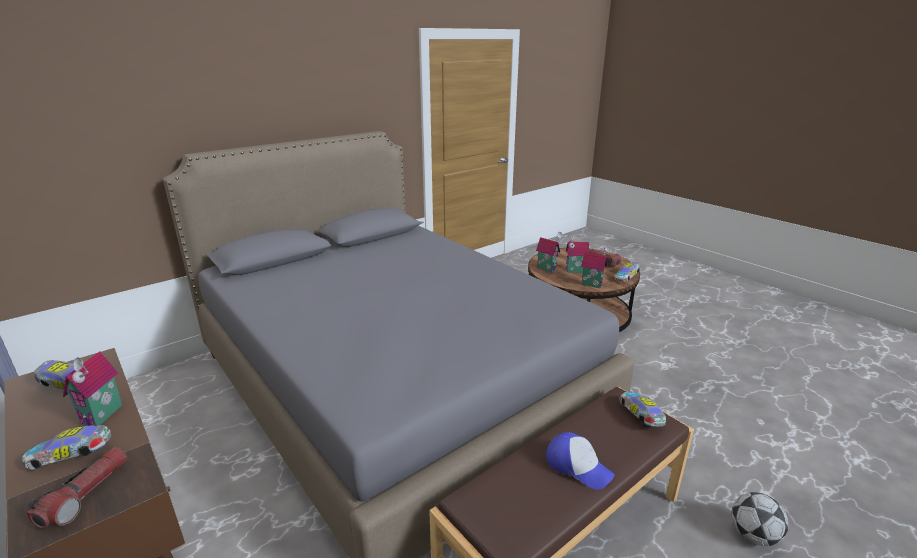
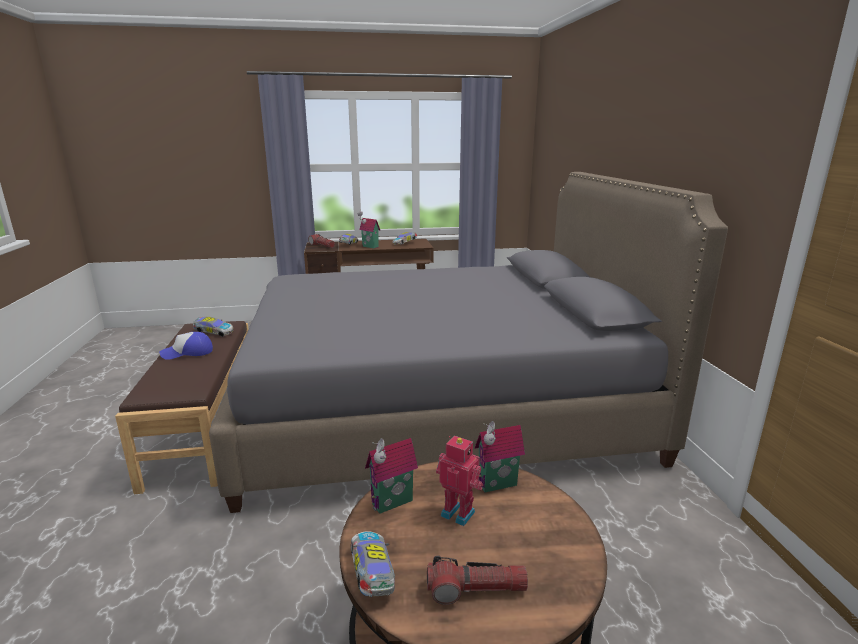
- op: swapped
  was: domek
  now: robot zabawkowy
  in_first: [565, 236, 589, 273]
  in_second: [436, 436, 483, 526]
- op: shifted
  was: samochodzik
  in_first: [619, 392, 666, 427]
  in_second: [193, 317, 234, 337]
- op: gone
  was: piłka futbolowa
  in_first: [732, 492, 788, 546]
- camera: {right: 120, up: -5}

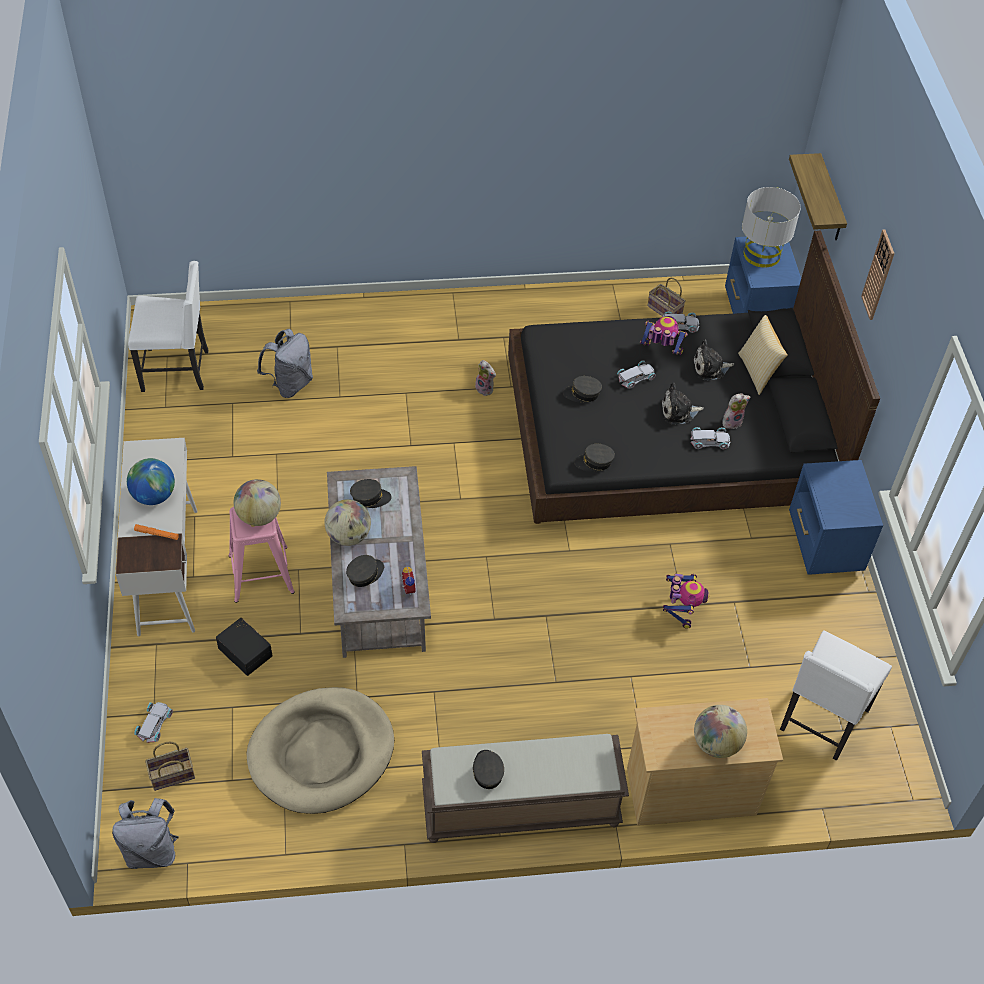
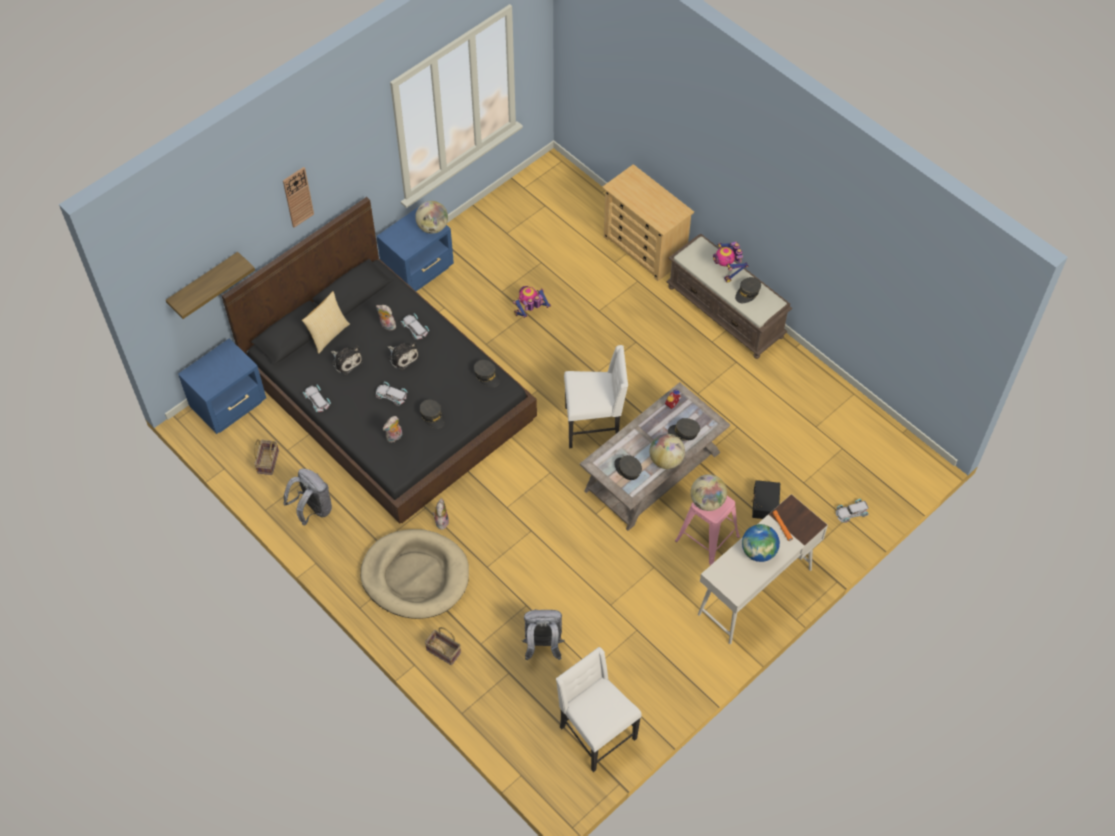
- op: gone
  was: lampa stołowa [szary]
  in_first: [742, 187, 801, 268]
- op: shifted
  was: robot zabawkowy
  in_first: [640, 316, 688, 355]
  in_second: [713, 242, 748, 283]
- op: shifted
  was: krzesło [biały]
  in_first: [780, 630, 892, 761]
  in_second: [564, 345, 628, 448]
- op: shifted
  was: legowisko [beżowy]
  in_first: [247, 687, 394, 814]
  in_second: [360, 529, 469, 619]
- op: shifted
  was: globus
  in_first: [694, 705, 747, 758]
  in_second: [415, 201, 448, 234]
- op: shifted
  was: koszyk
  in_first: [145, 742, 195, 791]
  in_second: [425, 627, 461, 665]
- op: shifted
  was: plecak [szary]
  in_first: [112, 798, 179, 869]
  in_second: [283, 469, 332, 526]
- op: new
  now: pluszak
  in_second: [383, 416, 402, 442]
- camera: {right: -125, up: 5}

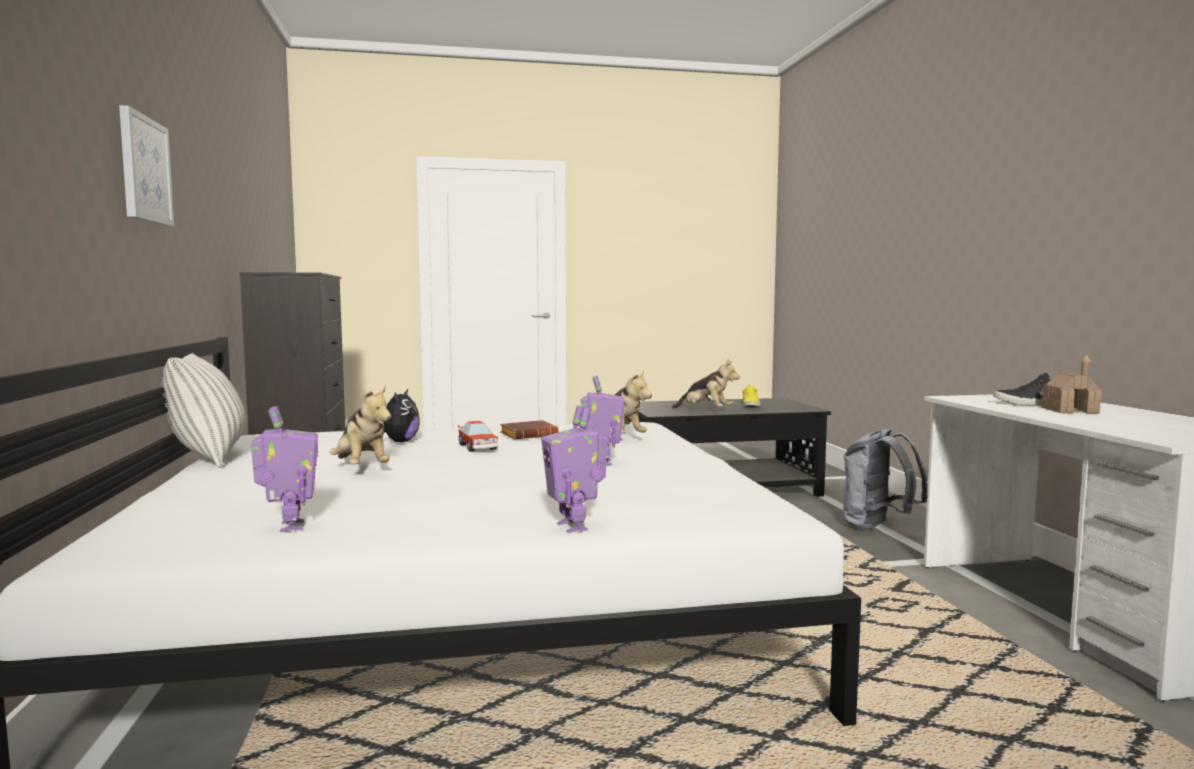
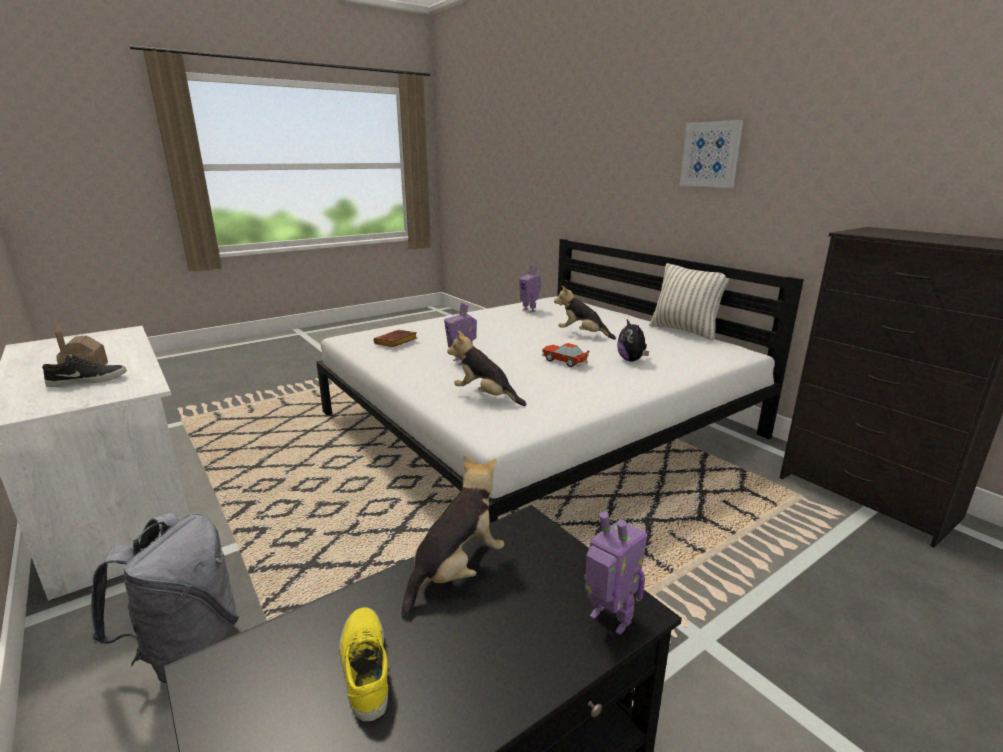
- op: rotated
  was: pluszak
  in_first: [672, 359, 740, 409]
  in_second: [402, 455, 504, 619]
  clockwise: 120
- op: shifted
  was: robot zabawkowy
  in_first: [541, 405, 607, 533]
  in_second: [584, 511, 648, 635]
- op: shifted
  was: książka [brązowy]
  in_first: [500, 420, 558, 439]
  in_second: [374, 330, 417, 347]
- camera: {right: 155, up: 15}

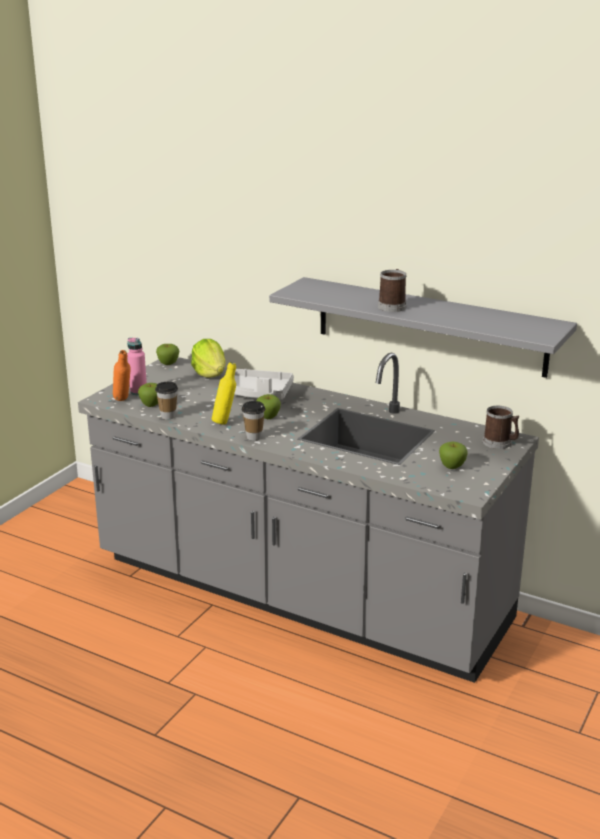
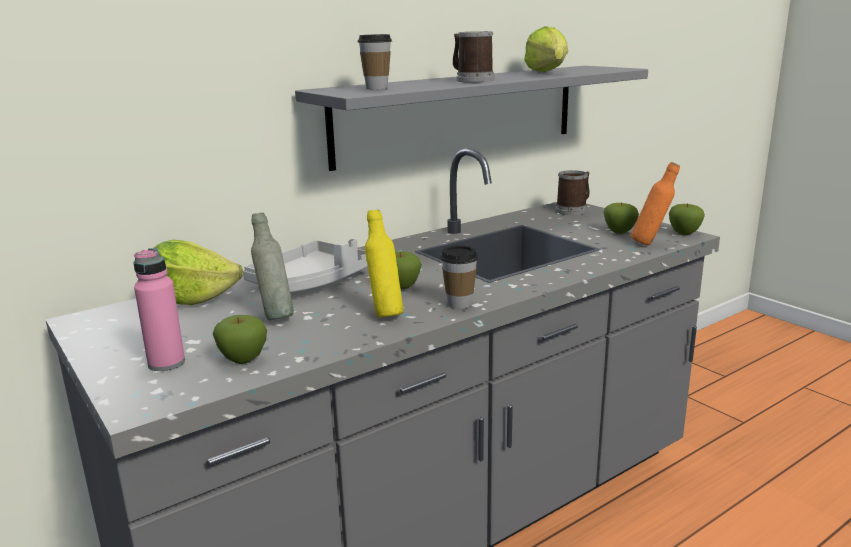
- op: shifted
  was: jabłko
  in_first: [156, 344, 179, 365]
  in_second: [669, 203, 705, 235]
- op: shifted
  was: butelka [pomarańczowy]
  in_first: [113, 350, 131, 401]
  in_second: [631, 162, 680, 245]
- op: shifted
  was: filiżanka
  in_first: [155, 382, 178, 419]
  in_second: [357, 34, 392, 89]
- op: new
  now: sałata
  in_second: [524, 26, 568, 72]
- op: new
  now: butelka [szary]
  in_second: [251, 213, 294, 321]
- camera: {right: -65, up: -5}

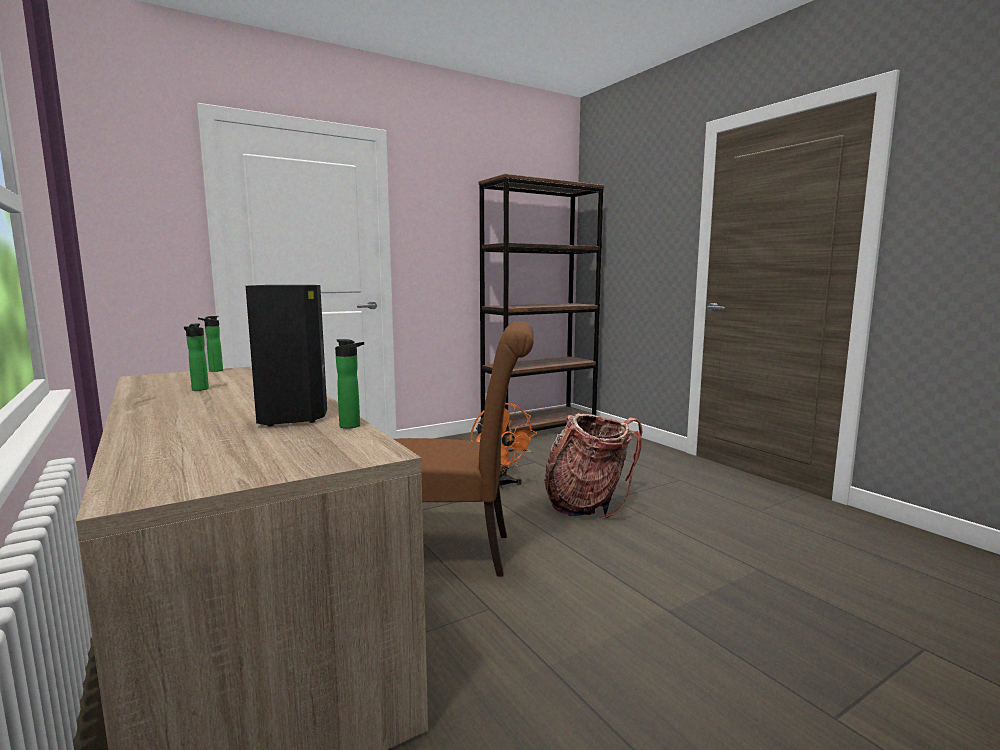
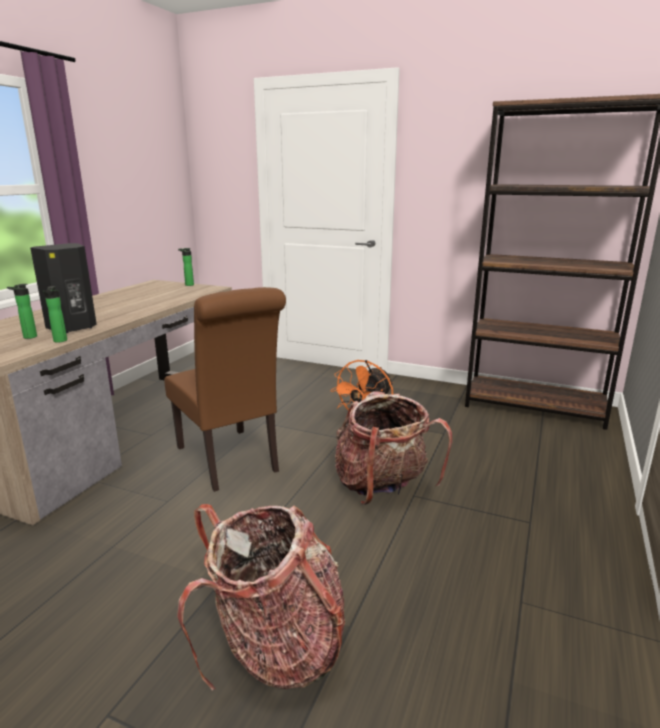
- op: shifted
  was: butelka
  in_first: [184, 323, 209, 391]
  in_second: [7, 284, 37, 339]
- op: new
  now: plecak
  in_second: [177, 504, 345, 691]
- camera: {right: 55, up: 10}

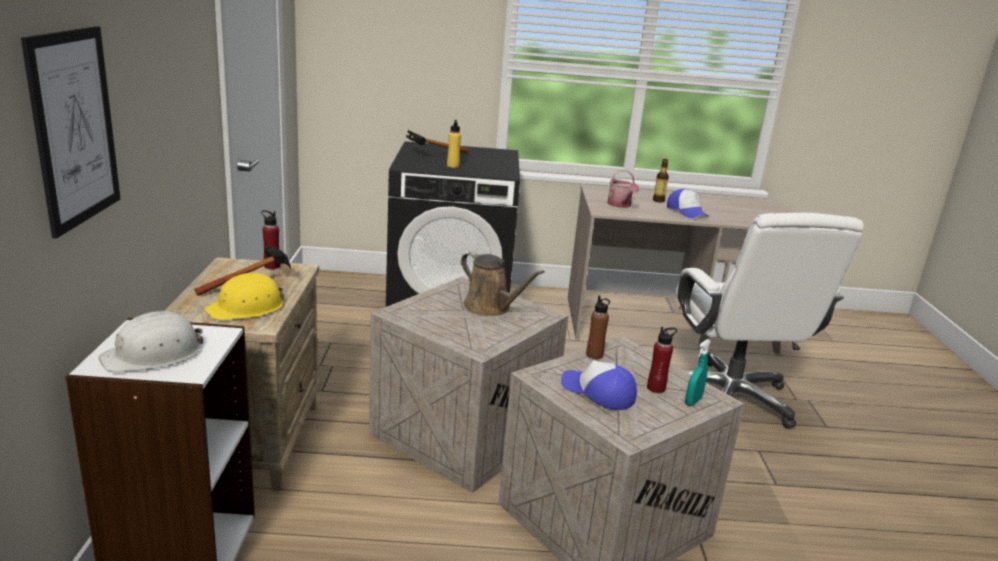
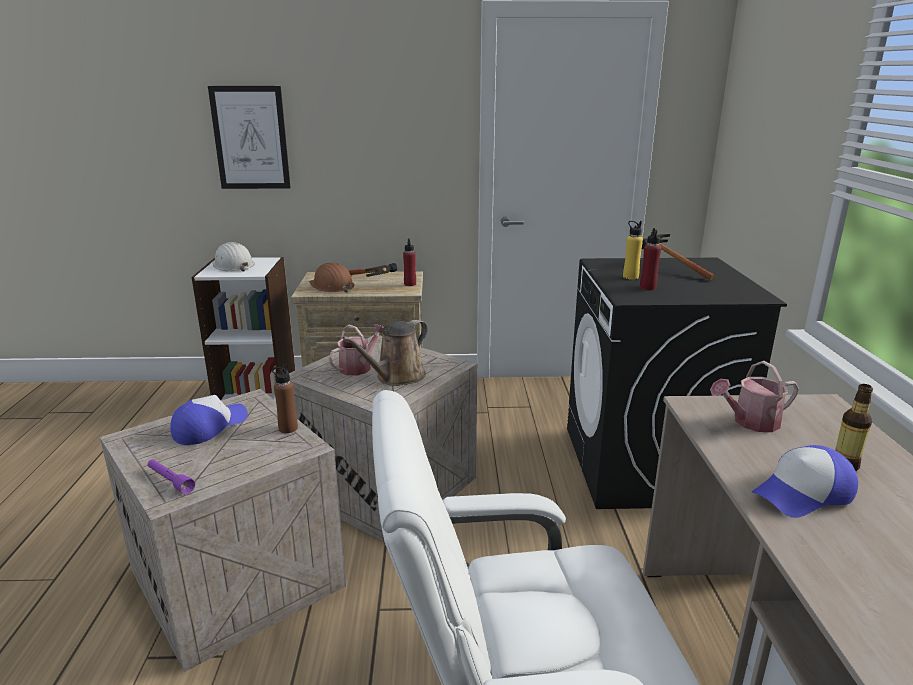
- op: repainted
  was: kask [żółty]
  now: kask [brązowy]
  in_first: [205, 272, 284, 320]
  in_second: [309, 262, 355, 293]
- op: shifted
  was: butelka [czerwony]
  in_first: [647, 327, 677, 393]
  in_second: [640, 228, 661, 290]
- op: swapped
  was: spryskiwacz [turkusowy]
  now: latarka [fioletowy]
  in_first: [685, 339, 711, 406]
  in_second: [148, 460, 195, 494]
- op: new
  now: konewka
  in_second: [329, 324, 384, 376]
- camera: {right: 90, up: 0}

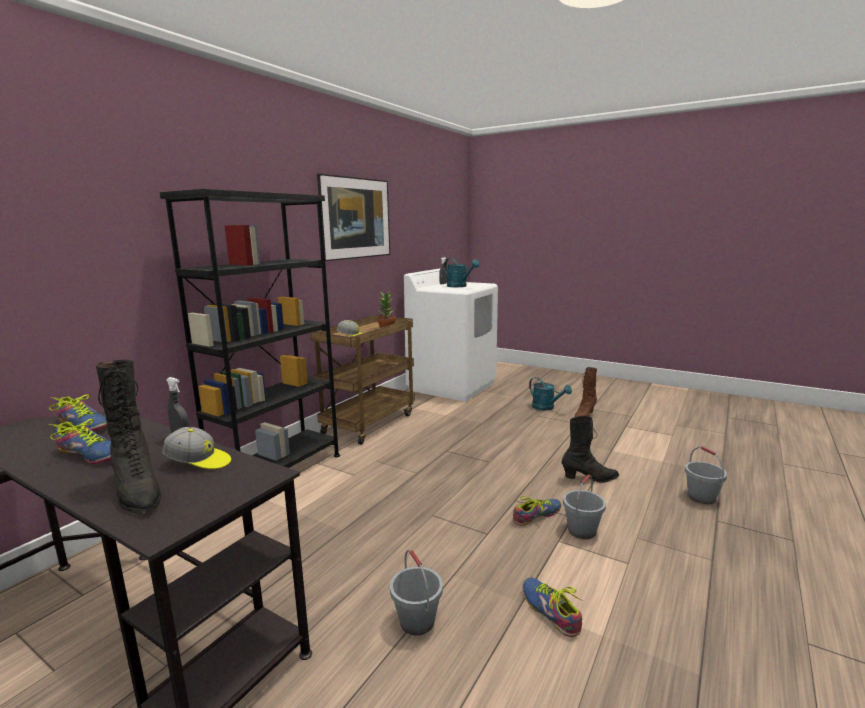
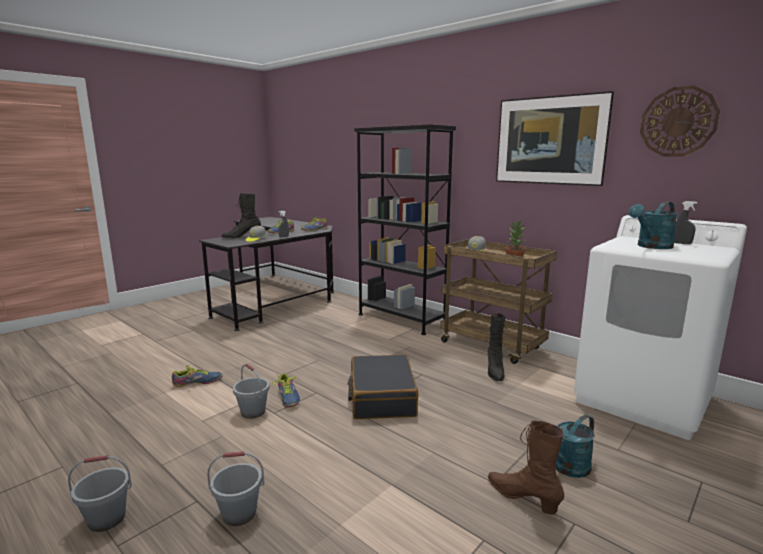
- op: shifted
  was: but z cholewką [czarny]
  in_first: [562, 416, 619, 483]
  in_second: [488, 313, 506, 382]
- op: shifted
  was: wiadro [szary]
  in_first: [390, 549, 443, 635]
  in_second: [68, 455, 132, 532]
- op: new
  now: zegar ścienny
  in_second: [640, 86, 720, 157]
- op: new
  now: walizka [czarny]
  in_second: [347, 354, 419, 419]
- camera: {right: 100, up: 0}

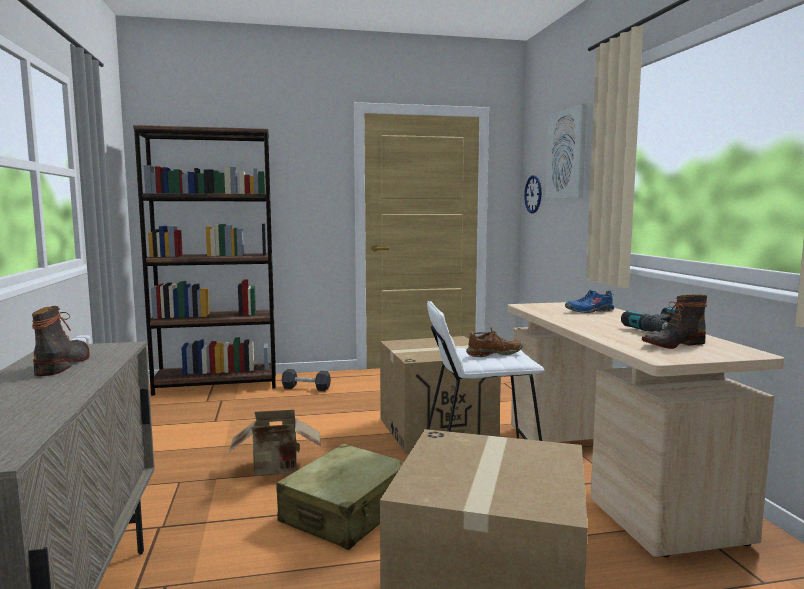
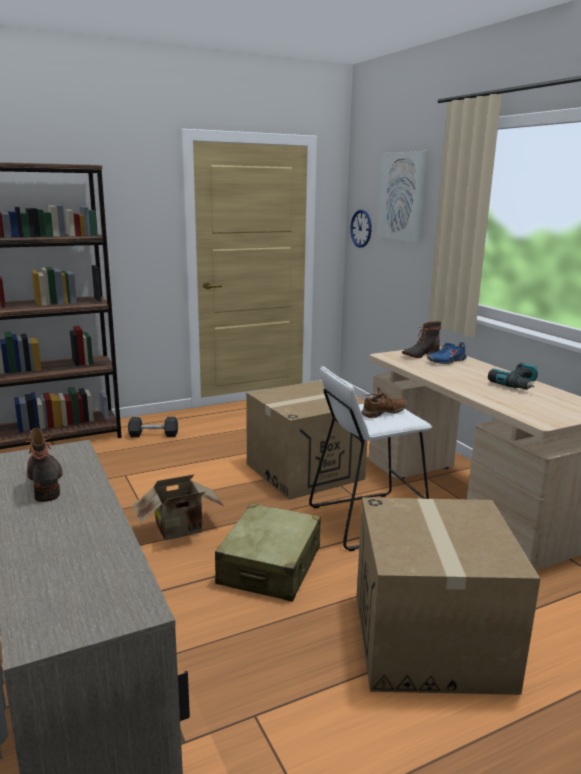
- op: shifted
  was: but z cholewką
  in_first: [642, 295, 708, 349]
  in_second: [402, 321, 441, 358]
- camera: {right: -15, up: 10}

